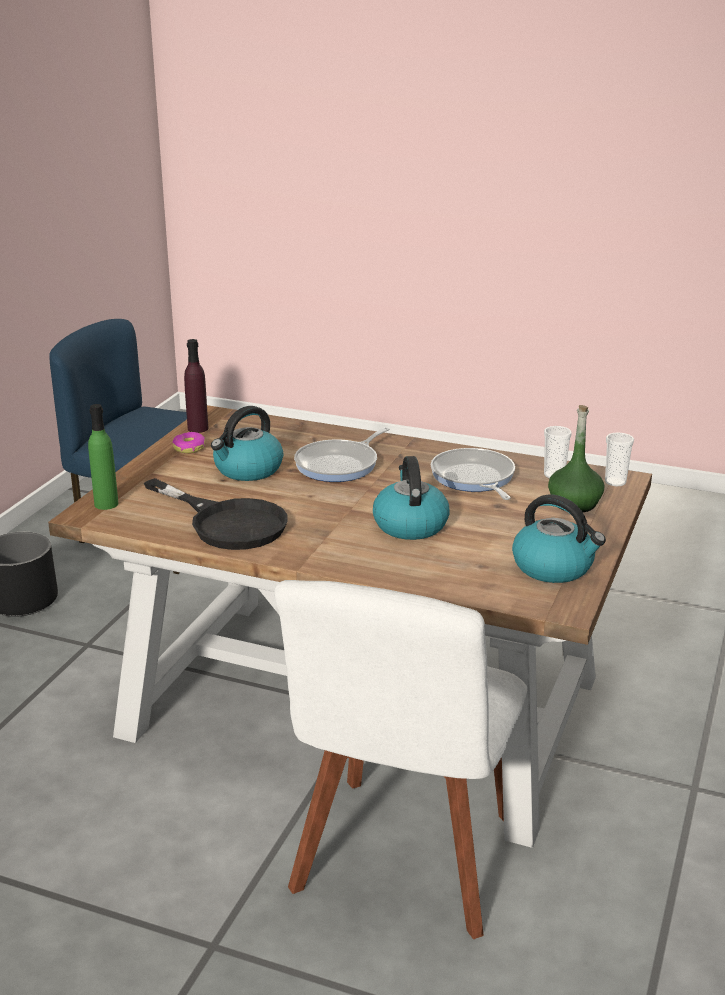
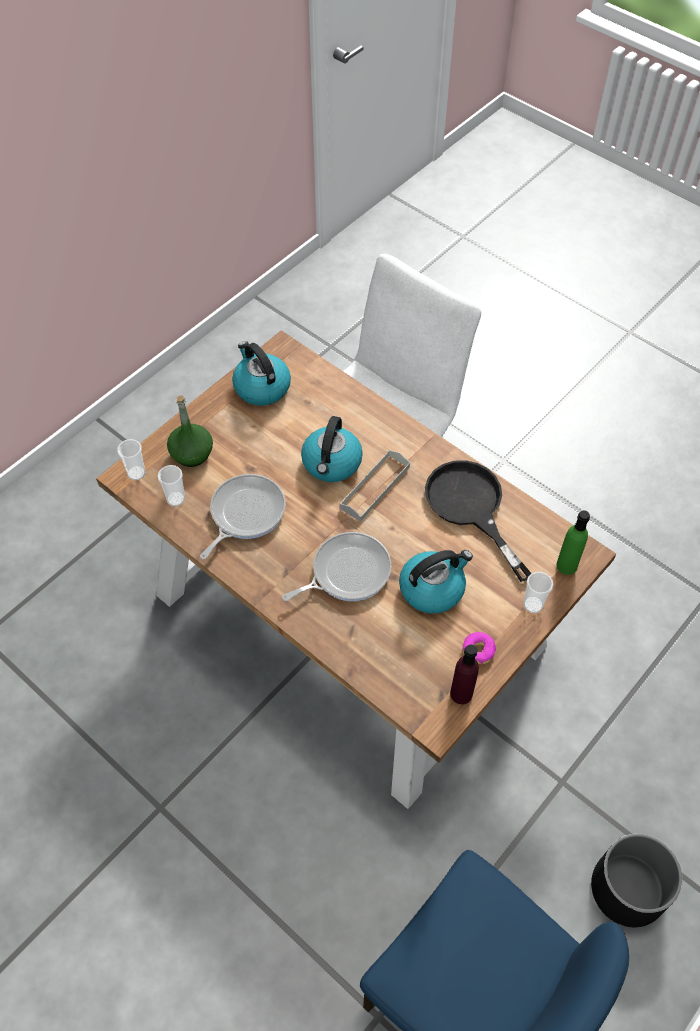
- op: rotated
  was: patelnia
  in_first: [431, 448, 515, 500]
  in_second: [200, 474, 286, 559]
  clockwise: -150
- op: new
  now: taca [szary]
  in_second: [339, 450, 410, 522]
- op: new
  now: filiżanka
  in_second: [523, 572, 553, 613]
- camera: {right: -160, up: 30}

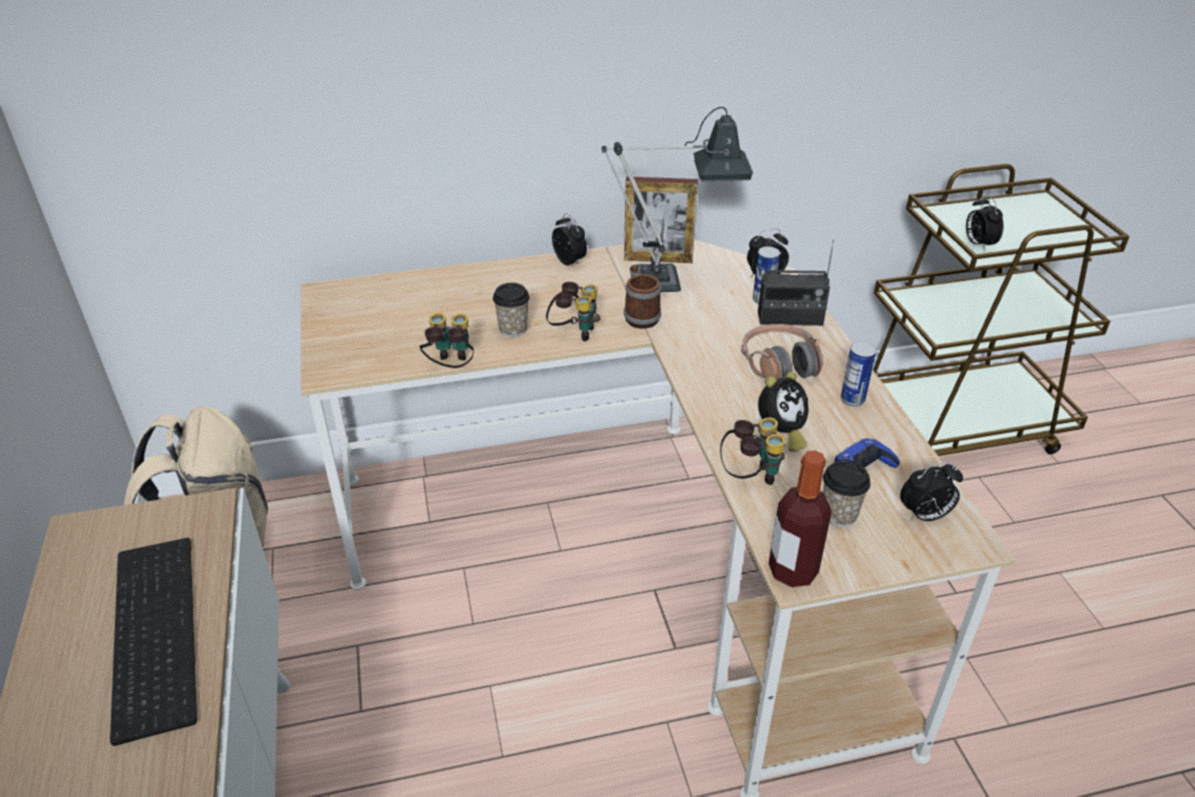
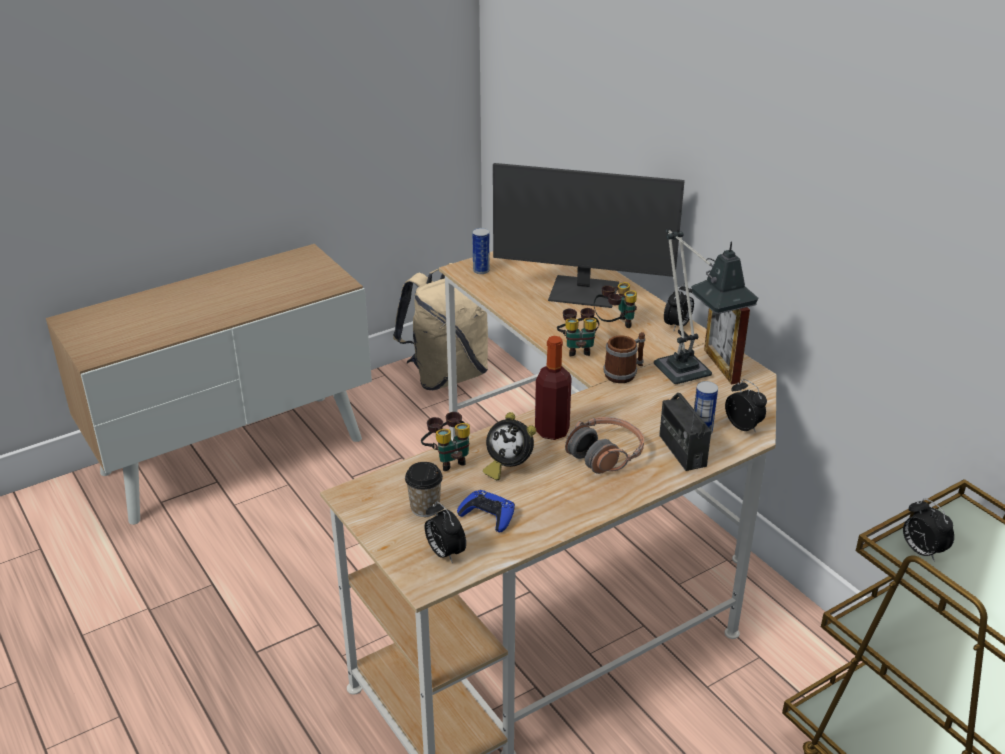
- op: rotated
  was: budzik
  in_first: [966, 195, 1003, 251]
  in_second: [903, 499, 954, 561]
  clockwise: -90
- op: gone
  was: filiżanka
  in_first: [493, 283, 530, 337]
- op: shifted
  was: lornetka
  in_first: [420, 313, 474, 368]
  in_second: [594, 282, 637, 328]
- op: shifted
  was: puszka
  in_first: [841, 341, 876, 407]
  in_second: [472, 228, 490, 274]
- op: shifted
  was: butelka
  in_first: [769, 450, 832, 587]
  in_second: [535, 336, 572, 440]
- op: gone
  was: klawiatura
  in_first: [110, 538, 197, 746]
- op: new
  now: monitor
  in_second: [493, 163, 685, 308]
- camera: {right: 70, up: -5}

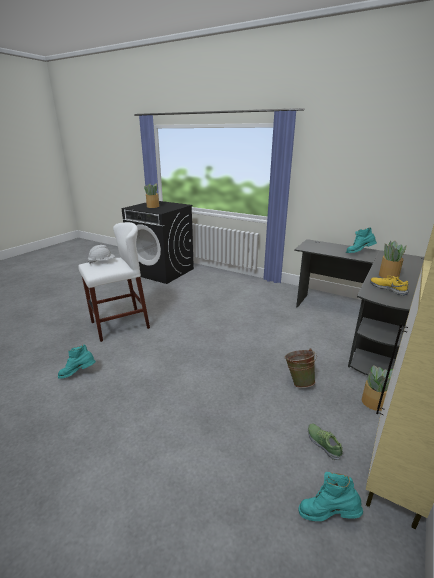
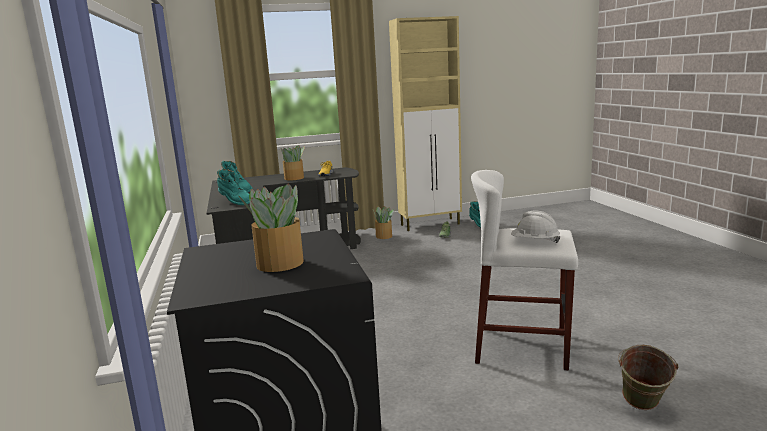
- op: shifted
  was: but z cholewką [turkusowy]
  in_first: [58, 344, 96, 379]
  in_second: [217, 169, 250, 205]
- op: shifted
  was: wiadro [zielony]
  in_first: [285, 348, 317, 388]
  in_second: [618, 345, 679, 410]
- camera: {right: -135, up: -10}

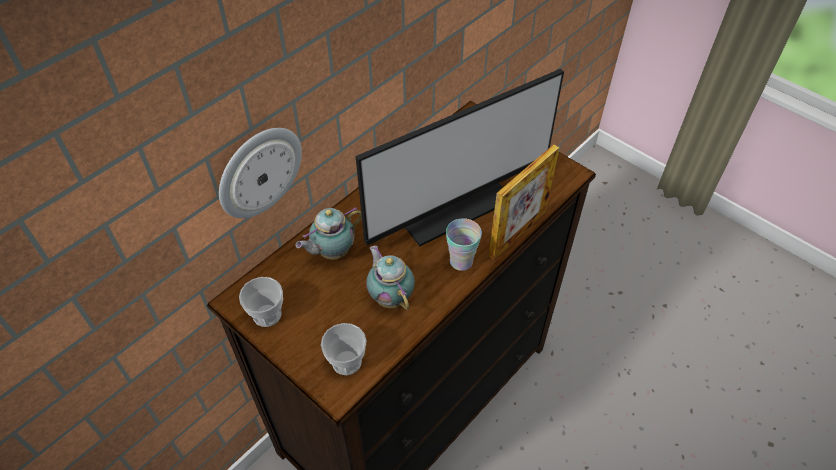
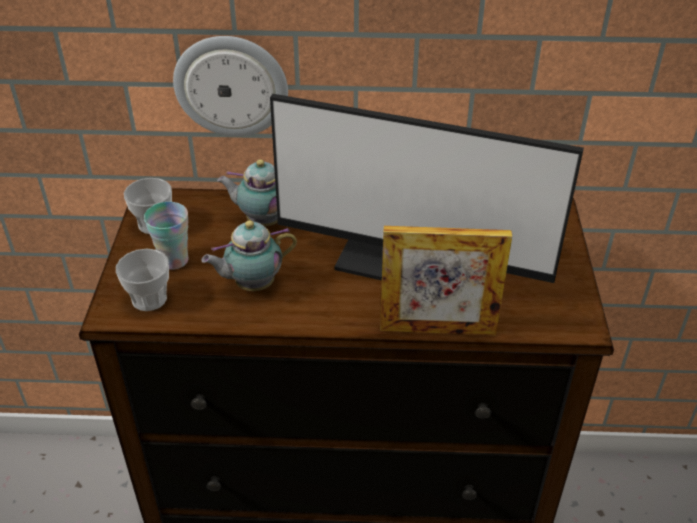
- op: shifted
  was: filiżanka
  in_first: [446, 218, 482, 271]
  in_second: [144, 202, 189, 270]
- op: rotated
  was: imbryk
  in_first: [366, 246, 415, 310]
  in_second: [202, 220, 297, 291]
  clockwise: -135
- camera: {right: 50, up: -10}

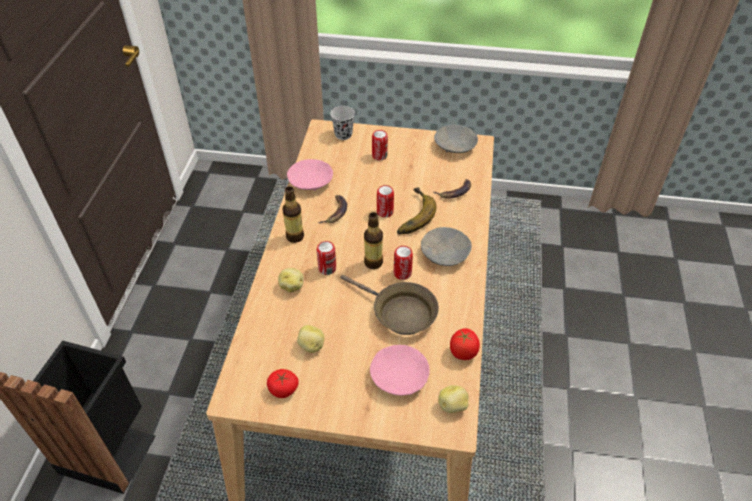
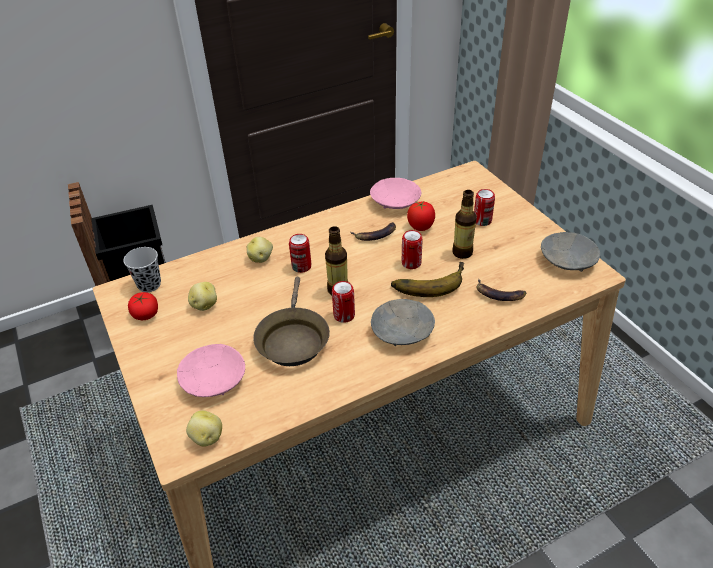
- op: shifted
  was: filiżanka [czarny]
  in_first: [330, 106, 355, 140]
  in_second: [123, 247, 161, 292]
- op: shifted
  was: butelka
  in_first: [282, 186, 304, 243]
  in_second: [452, 190, 477, 259]
- op: shifted
  was: pomidor
  in_first: [450, 328, 480, 360]
  in_second: [407, 200, 435, 231]
- camera: {right: 55, up: -5}

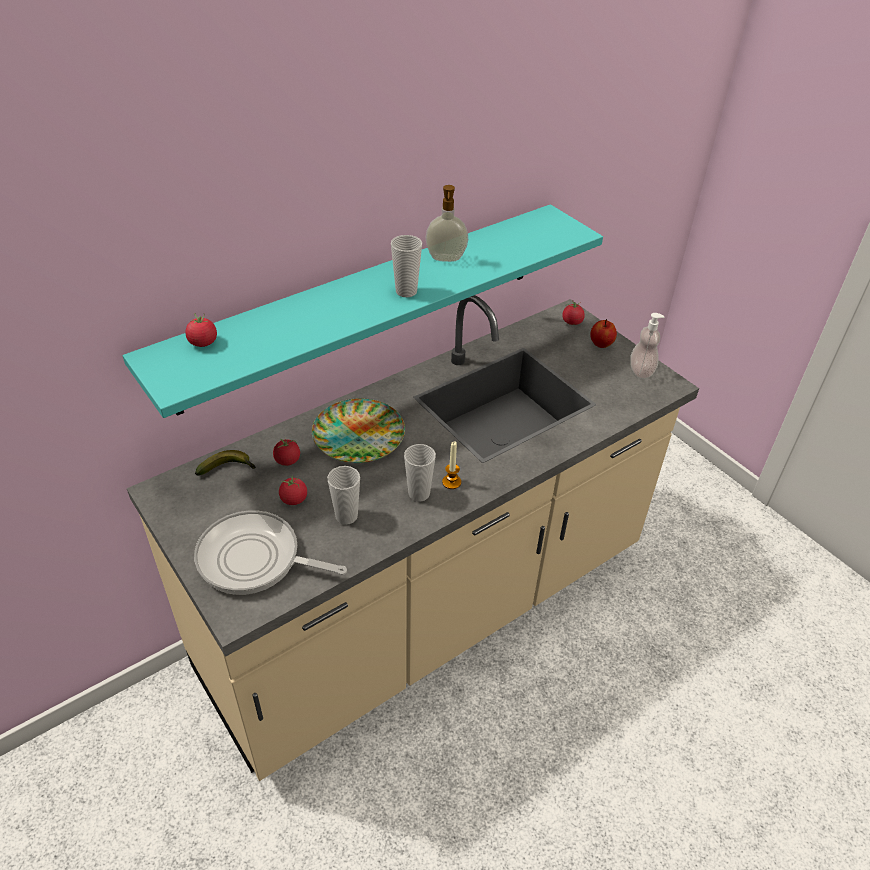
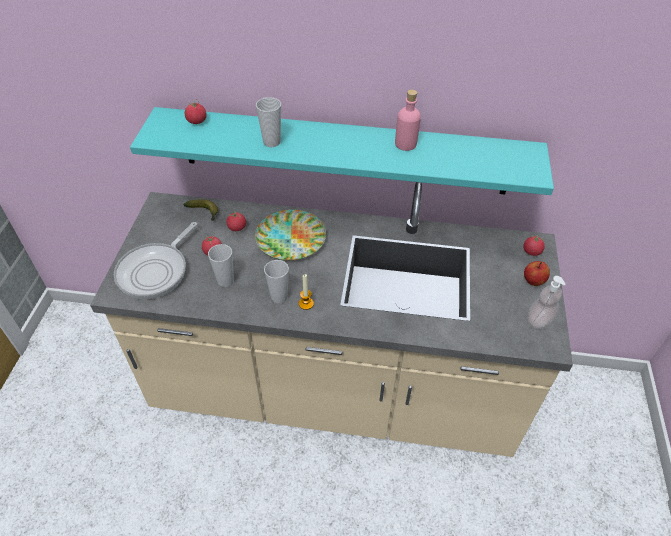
- op: swapped
  was: dozownik mydła
  now: butelka [różowy]
  in_first: [426, 185, 468, 262]
  in_second: [395, 89, 421, 151]
- op: shifted
  was: filiżanka
  in_first: [391, 235, 422, 297]
  in_second: [256, 97, 281, 147]
- op: rotated
  was: patelnia
  in_first: [194, 510, 347, 595]
  in_second: [114, 222, 197, 299]
  clockwise: -120
- camera: {right: 45, up: 5}

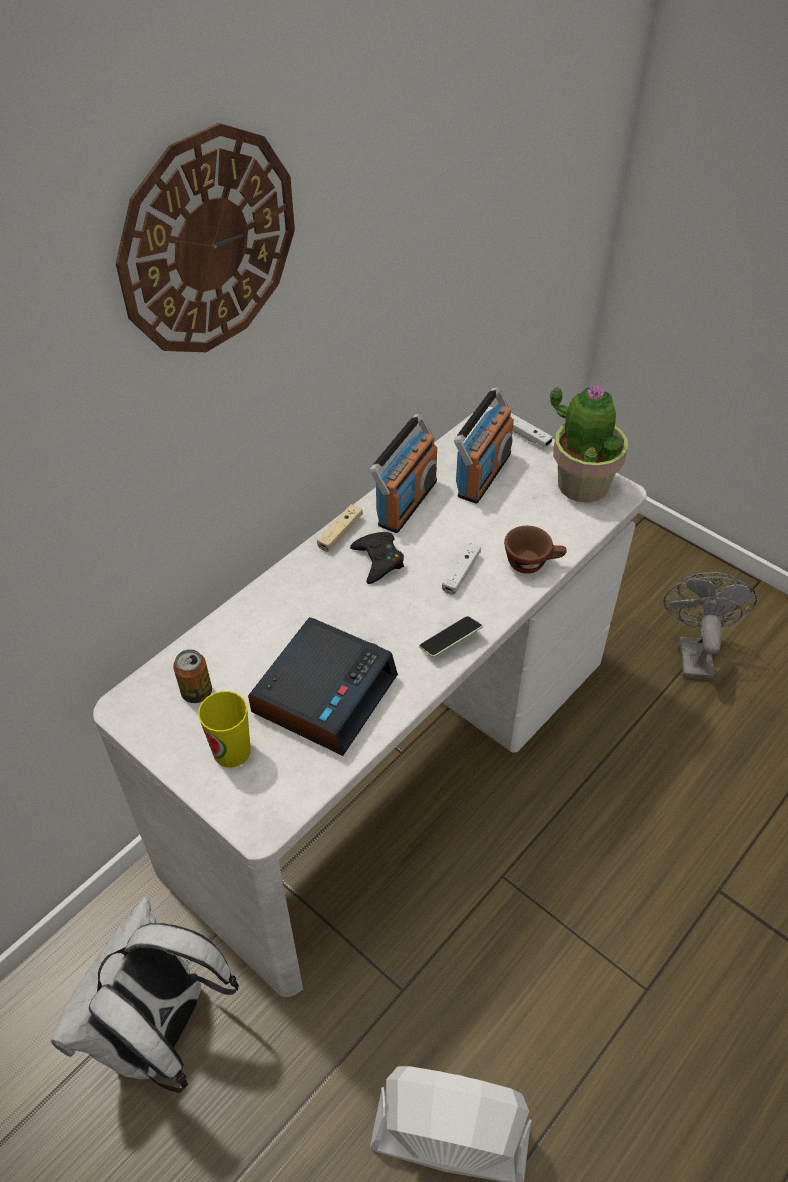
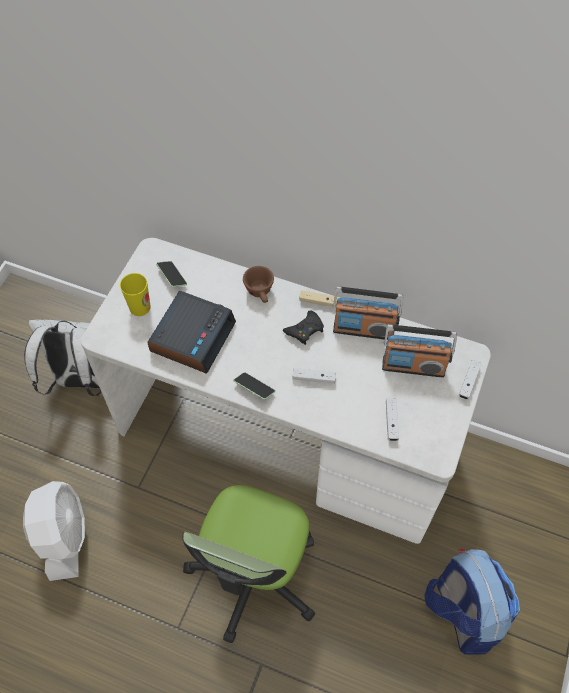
- op: gone
  was: zegar ścienny
  in_first: [116, 123, 295, 352]
- op: gone
  was: roślina doniczkowa
  in_first: [550, 384, 628, 503]
- op: shifted
  was: filiżanka [brązowy]
  in_first: [504, 526, 567, 574]
  in_second: [243, 266, 274, 303]
- op: swapped
  was: wentylator [szary]
  now: plecak
  in_first: [663, 572, 757, 680]
  in_second: [424, 549, 520, 654]
- op: rotated
  was: budzik
  in_first: [248, 617, 398, 756]
  in_second: [147, 291, 236, 374]
  clockwise: -75
- op: swapped
  was: puszka
  now: telefon
  in_first: [173, 649, 212, 703]
  in_second: [156, 261, 187, 287]
- op: new
  now: pad do gier [biały]
  in_second: [386, 398, 399, 441]
- op: new
  now: krzesło biurowe
  in_second: [182, 485, 315, 643]
- camera: {right: 70, up: 10}

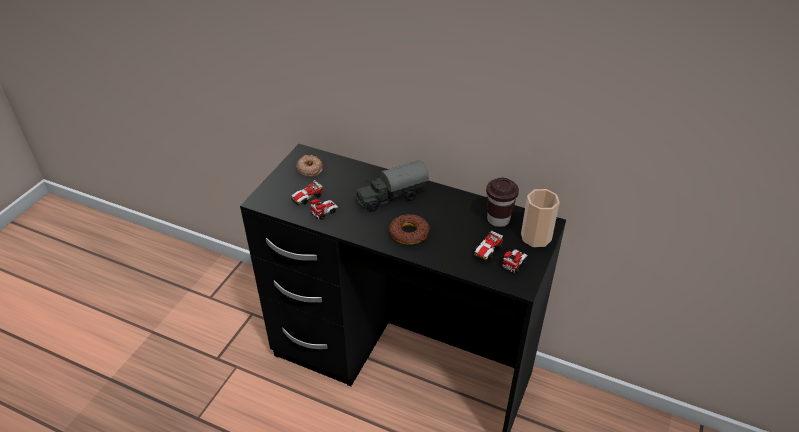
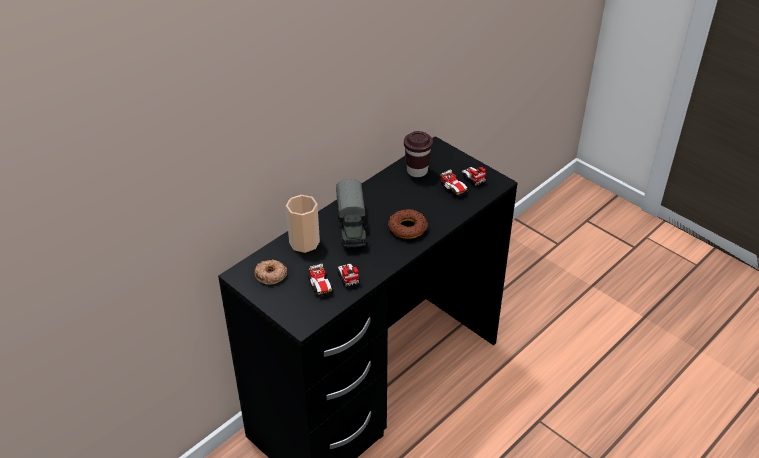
- op: shifted
  was: filiżanka
  in_first: [521, 189, 560, 247]
  in_second: [286, 195, 320, 253]
- camera: {right: -70, up: 0}

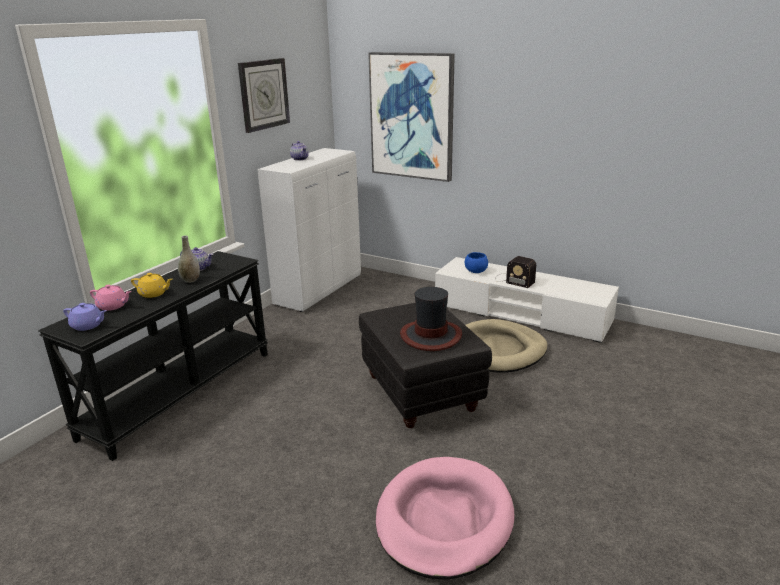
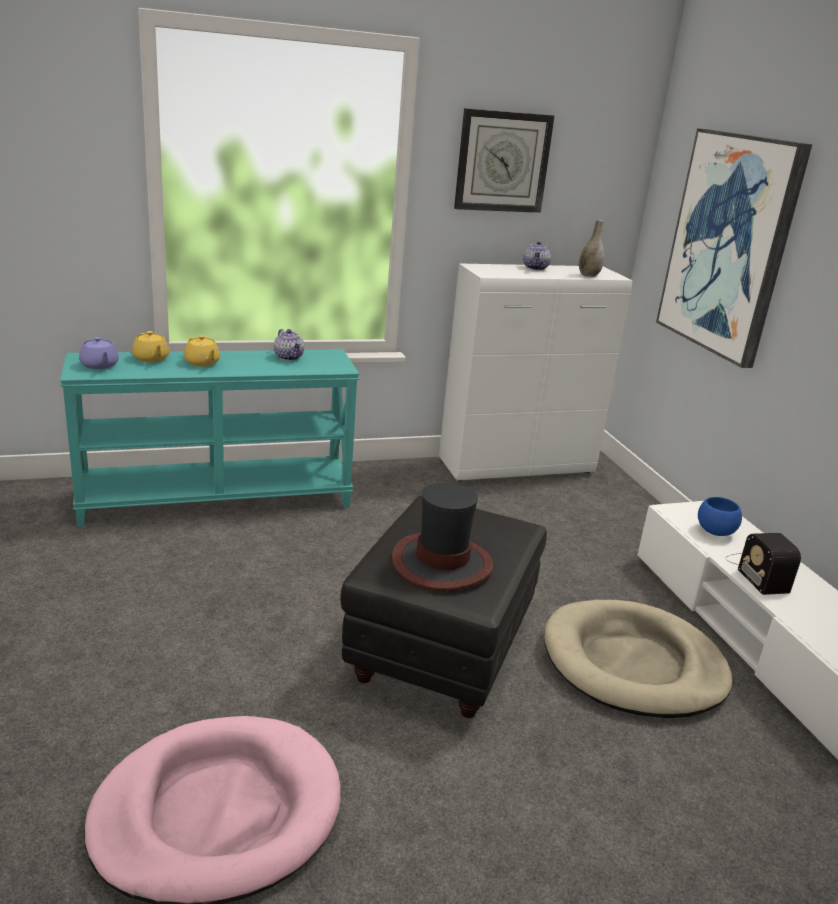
- op: shifted
  was: wazon [szary]
  in_first: [178, 236, 200, 283]
  in_second: [579, 220, 605, 277]
- op: repainted
  was: stolik konsolowy [czarny]
  now: stolik konsolowy [turkusowy]
  in_first: [38, 251, 268, 461]
  in_second: [60, 349, 360, 527]
- op: repainted
  was: imbryk [różowy]
  now: imbryk [żółty]
  in_first: [90, 284, 131, 311]
  in_second: [132, 331, 170, 362]
- camera: {right: 40, up: 0}

